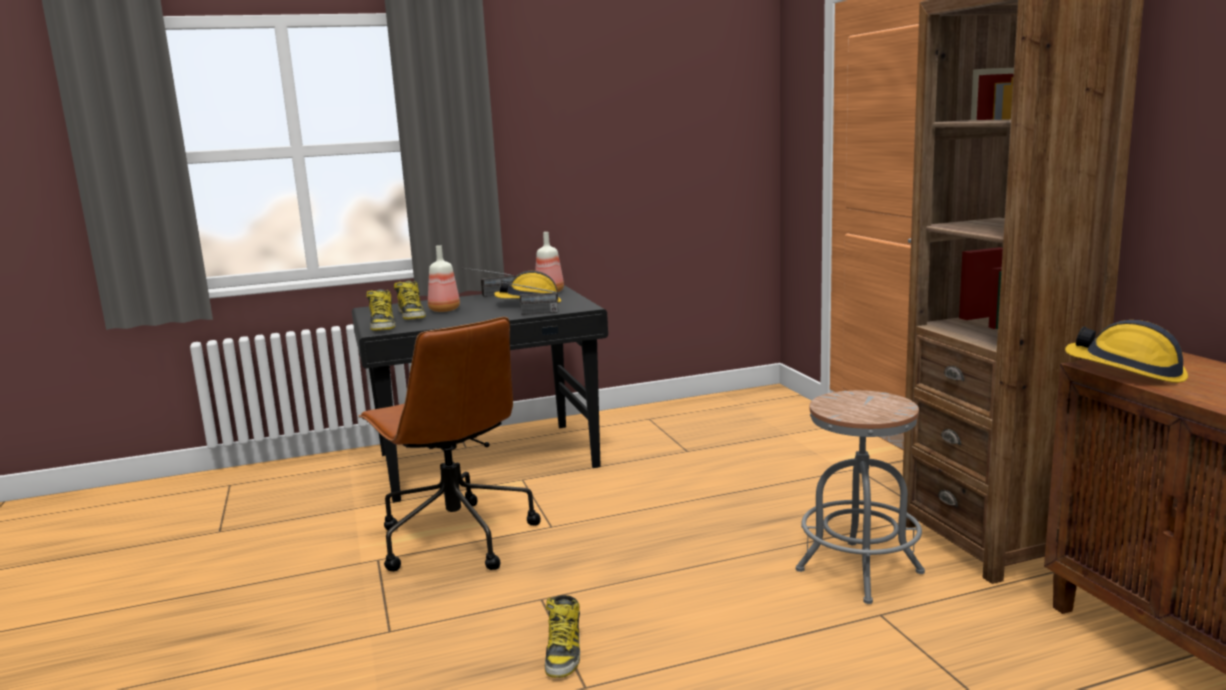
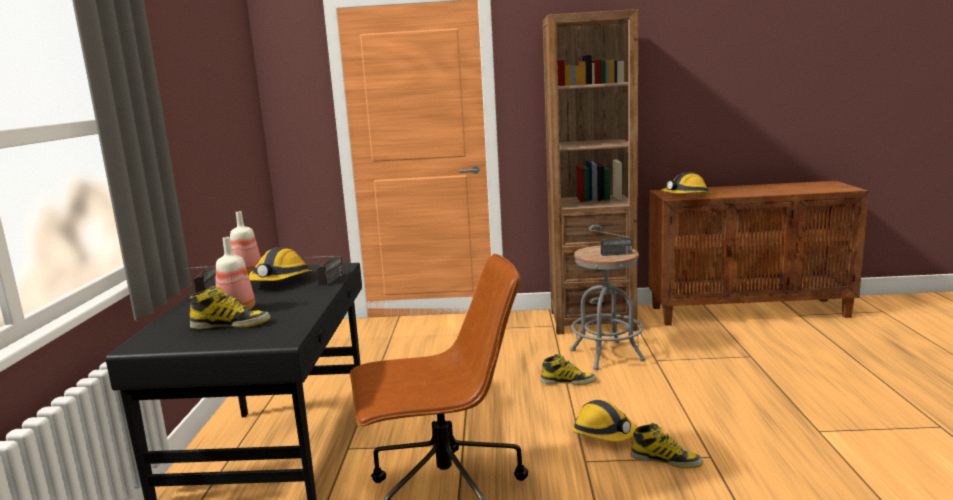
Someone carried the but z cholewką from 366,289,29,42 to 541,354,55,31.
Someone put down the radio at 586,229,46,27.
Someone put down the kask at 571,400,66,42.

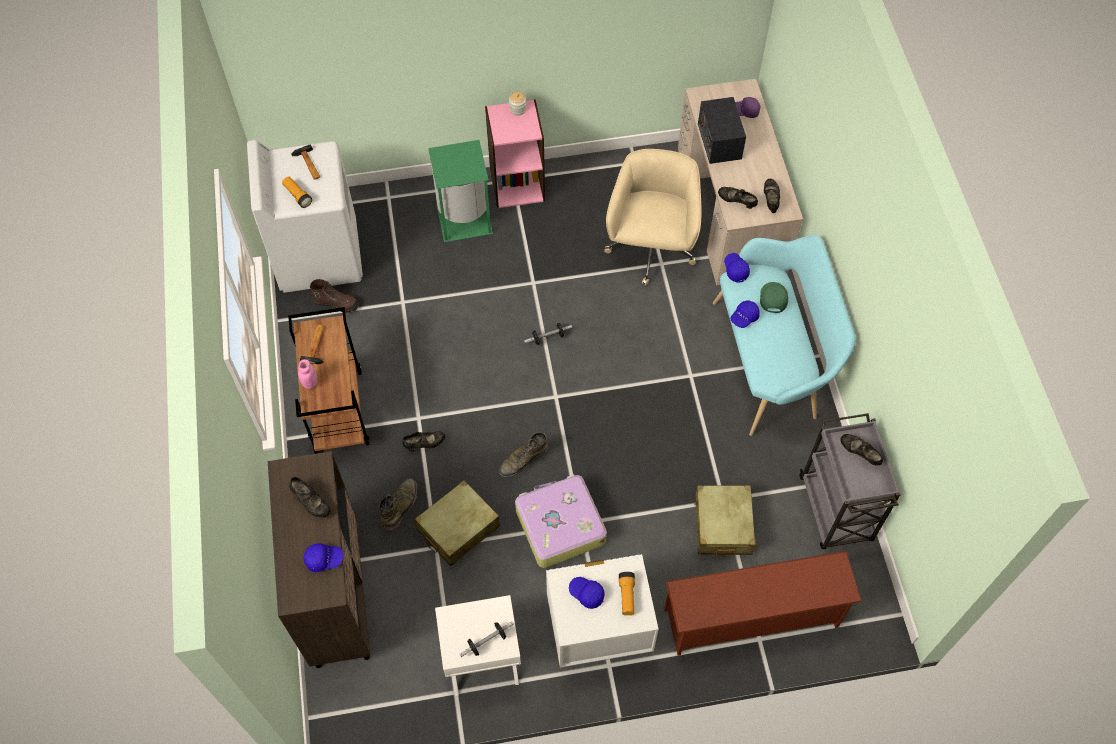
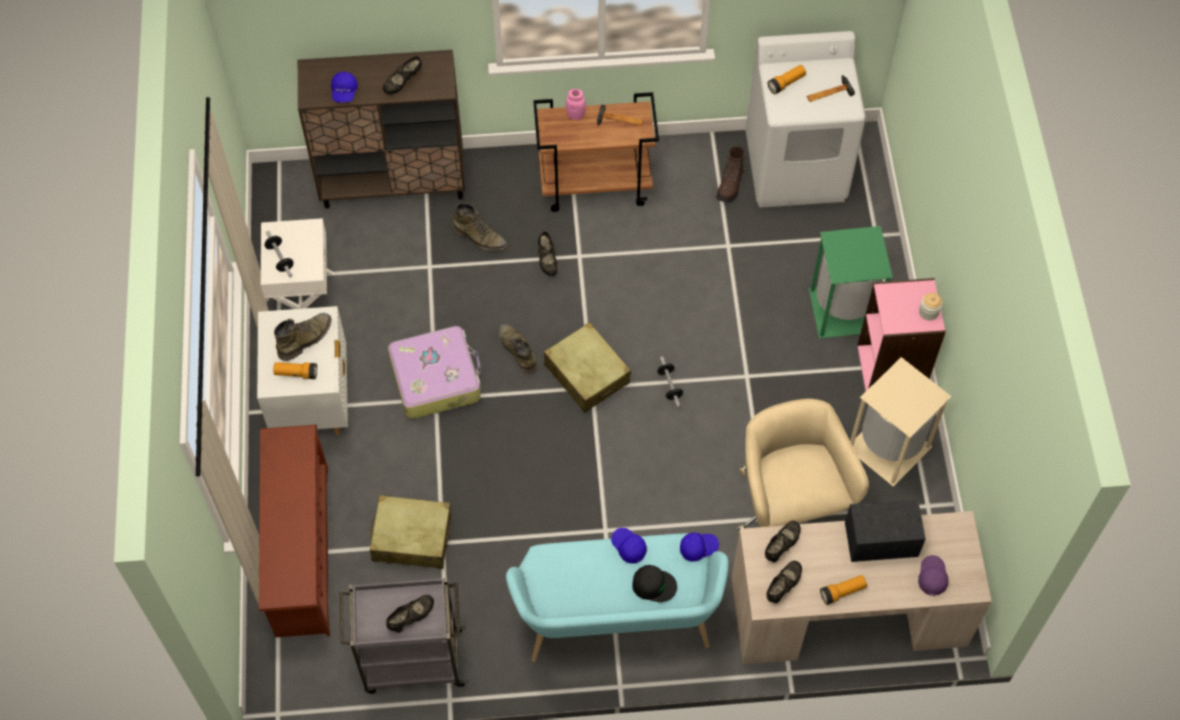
Someone rotated the krzesło biurowe/beżowy at 604,149,98,137 by 120 degrees counterclockwise.
Someone rotated the but/czarny at 764,179,16,34 by 60 degrees counterclockwise.
Someone repainted the czapka z daszkiem/zielony at 760,282,28,31, which became the czapka z daszkiem/czarny at 632,565,45,37.
Someone carried the walizka/beżowy from 415,480,85,86 to 544,322,87,91.
Someone swapped the czapka z daszkiem/niebieski at 569,577,36,32 for the but z cholewką/zielony at 274,313,58,48.
Someone put down the kosz na śmieci/beżowy at 850,357,101,130.
Someone put down the latarka at 820,575,47,30.

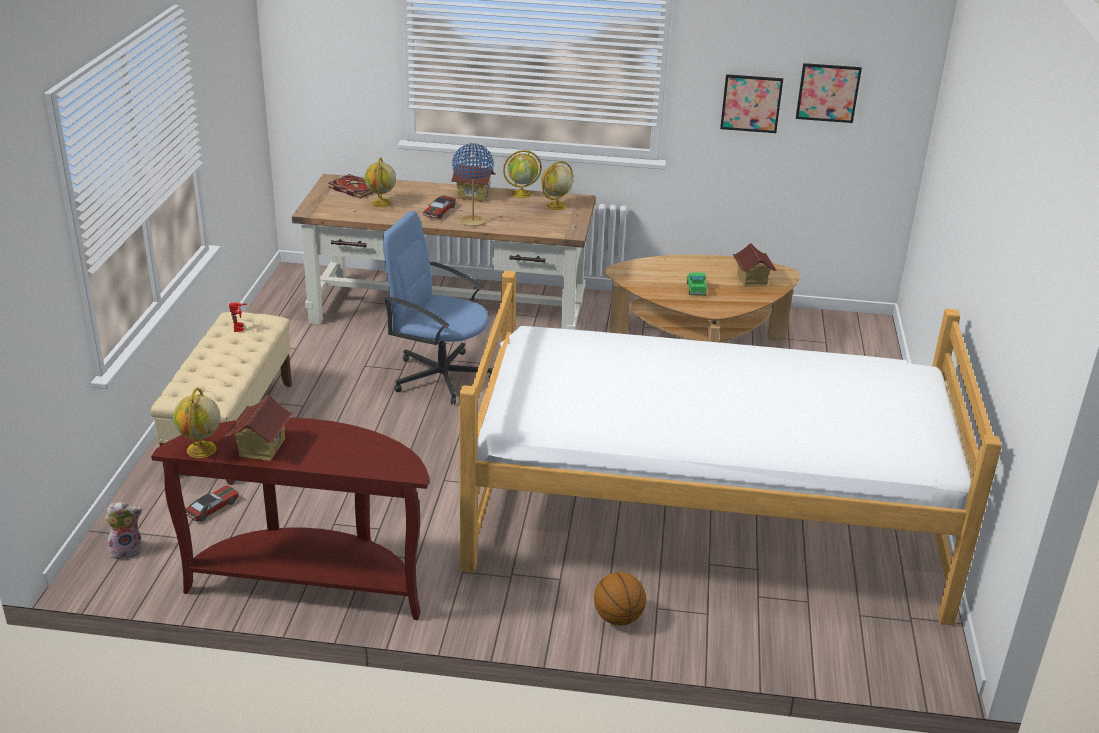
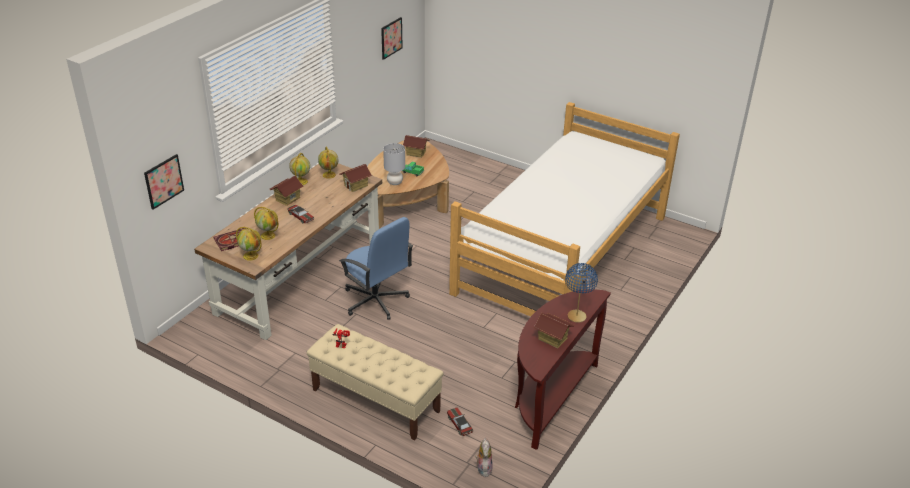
Someone carried the obraz from 720,74,63,59 to 144,154,40,56.
Someone carried the lampa stołowa/niebieski from 452,143,42,84 to 565,263,33,60.
Someone rotated the krzesło biurowe/niebieski at 383,211,110,194 by 90 degrees counterclockwise.
Someone carried the globus from 173,387,48,71 to 236,227,26,34.
Someone took away the piłka do koszykówki at 594,572,52,54.
Someone put down the lampa stołowa/szary at 383,143,22,42.
Someone put down the domek at 339,164,33,28.

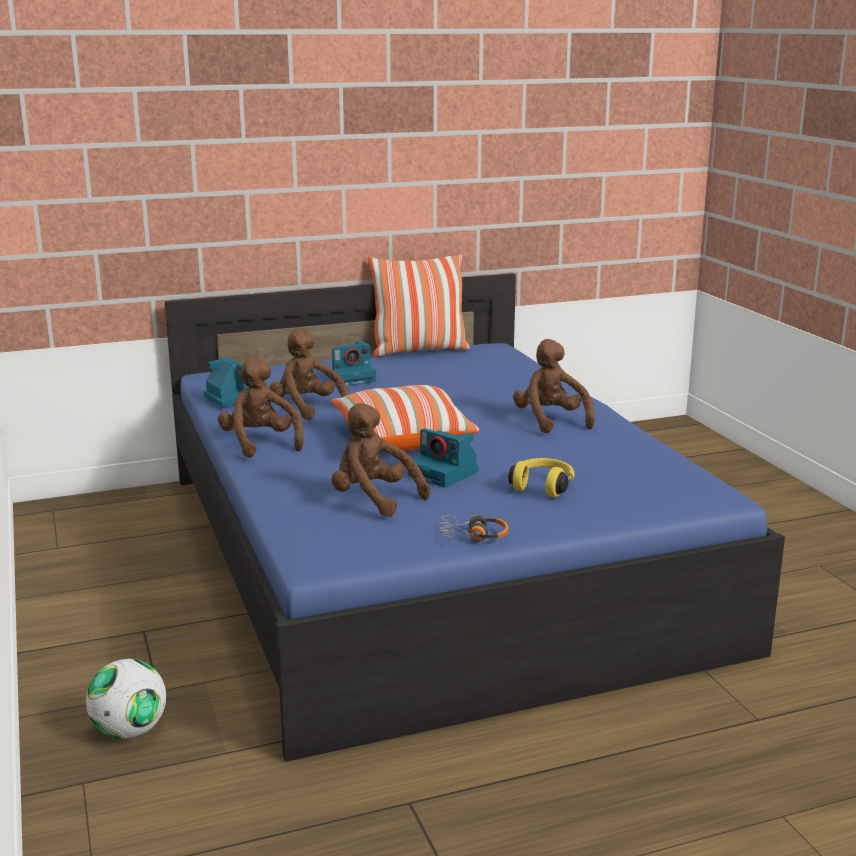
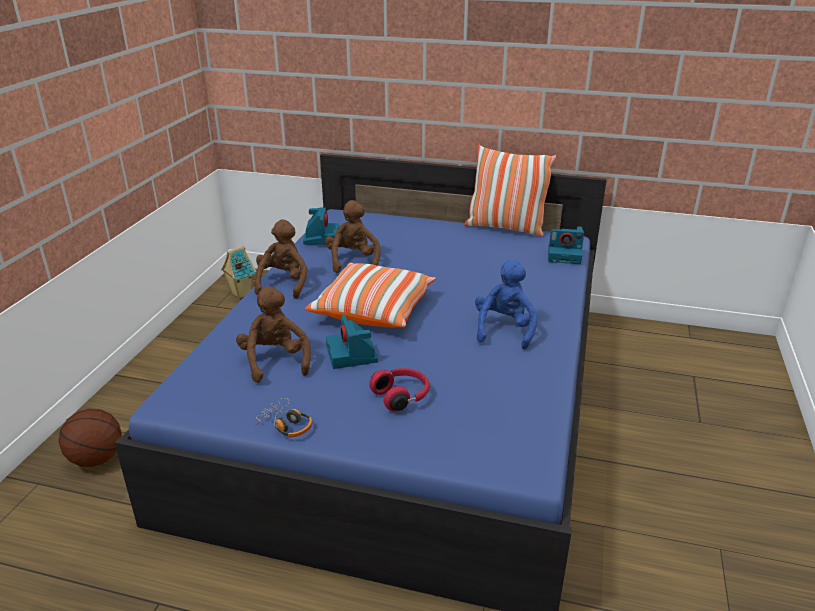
Someone repainted the pluszak/brązowy at 513,339,82,95, which became the pluszak/niebieski at 475,259,63,91.
Someone carried the aparat fotograficzny from 325,341,51,45 to 548,226,36,38.
Someone repainted the słuchawki/żółty at 508,458,67,39, which became the słuchawki/czerwony at 369,368,61,44.
Someone swapped the piłka futbolowa at 86,659,80,80 for the piłka do koszykówki at 58,409,64,58.
Someone put down the domek at 221,246,35,53.

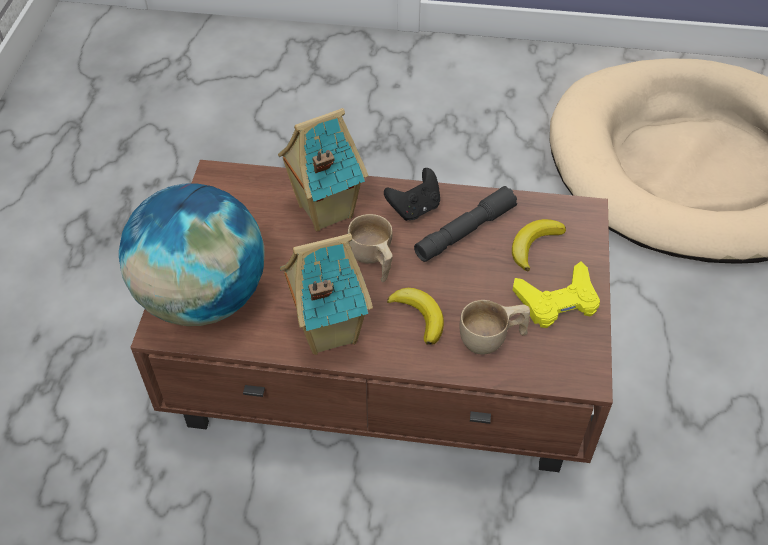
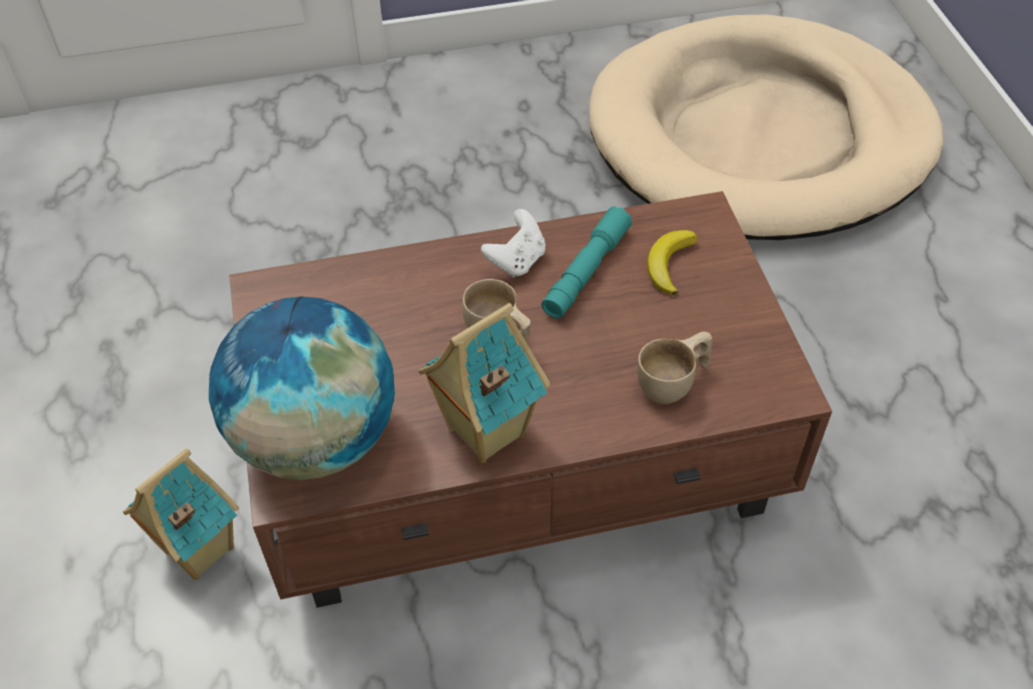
Someone carried the domek from 278,108,90,123 to 123,448,116,132.
Someone repainted the pad do gier/czarny at 384,168,56,53, which became the pad do gier/biały at 481,209,65,69.
Someone repainted the latarka/szary at 414,186,103,76, which became the latarka/turkusowy at 542,206,90,112.
Someone took away the pad do gier/żółty at 513,262,87,66.
Someone took away the banan at 387,288,57,57.

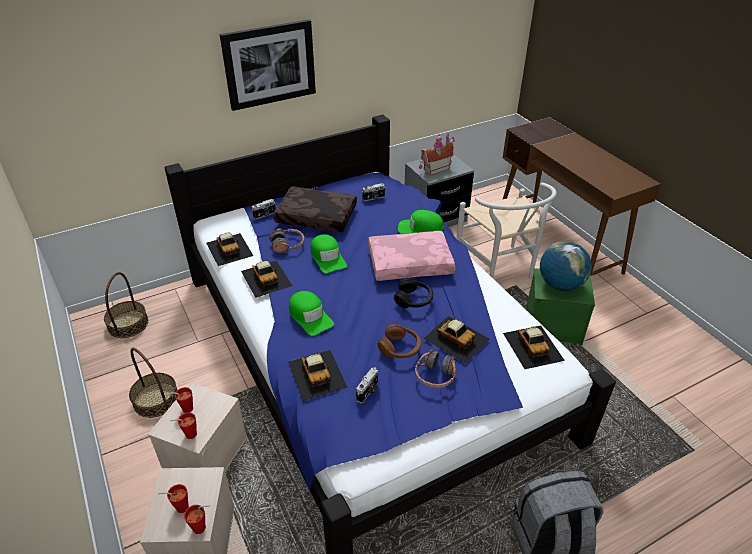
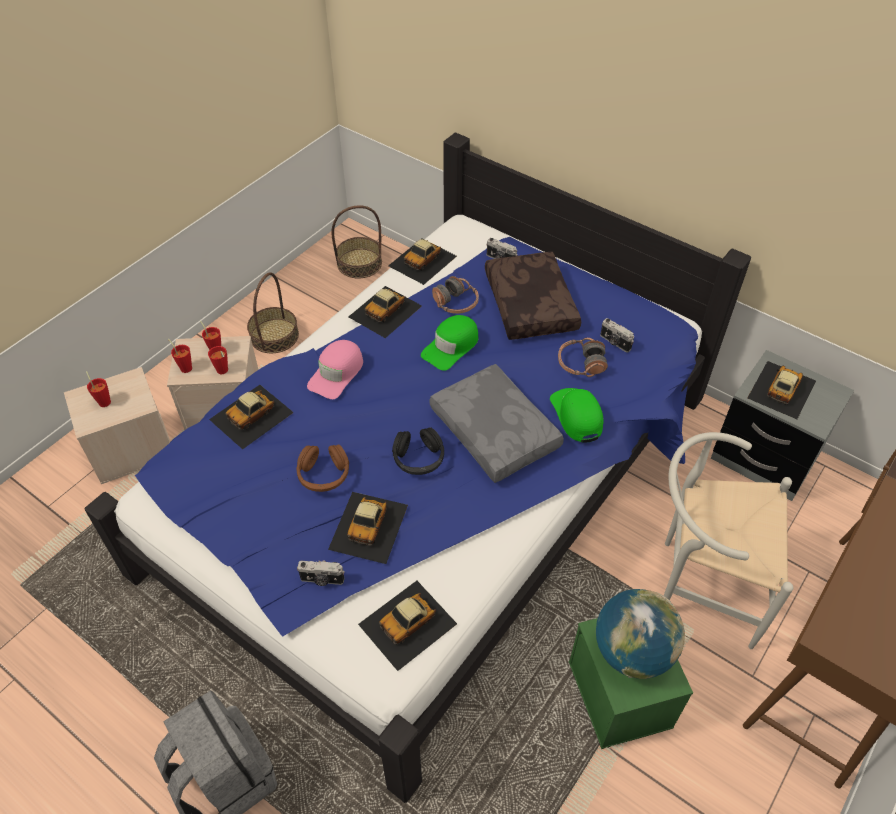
Someone took away the obraz at 220,19,96,92.
Someone swapped the domek at 419,133,36,42 for the samochodzik at 747,361,69,58.
Someone rotated the krzesło/biały at 457,183,100,96 by 60 degrees clockwise.
Someone repainted the poduszka/różowy at 368,231,88,50, which became the poduszka/szary at 429,364,135,119.
Someone repainted the czapka z daszkiem/zielony at 289,291,45,45, which became the czapka z daszkiem/różowy at 307,340,56,59.
Someone carried the słuchawki from 415,349,41,39 to 558,338,50,39.
Someone carried the aparat fotograficzny from 356,367,22,36 to 297,560,47,26.
Someone carried the filiżanka/czerwony from 184,505,26,29 to 208,346,20,28.

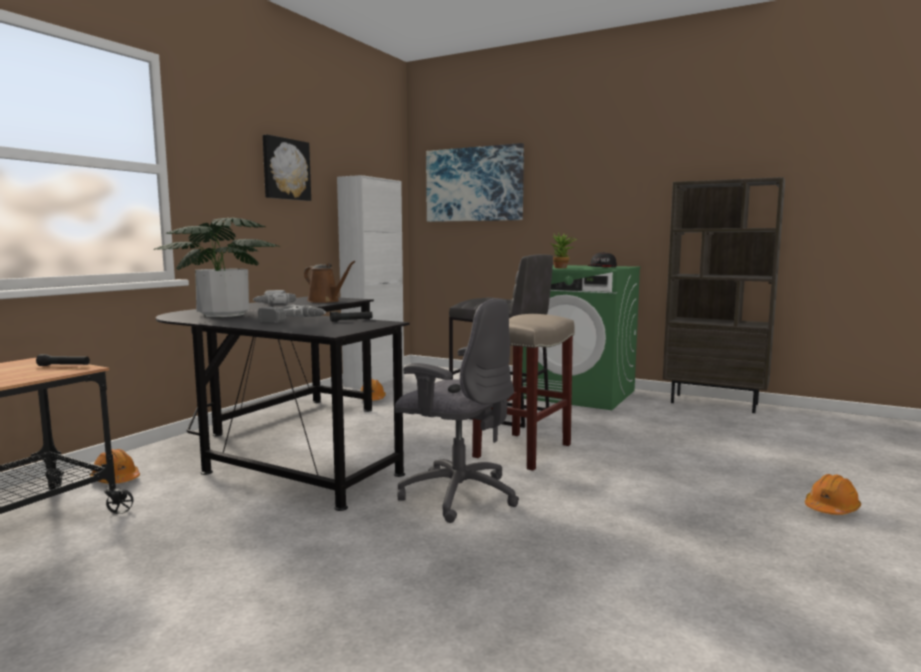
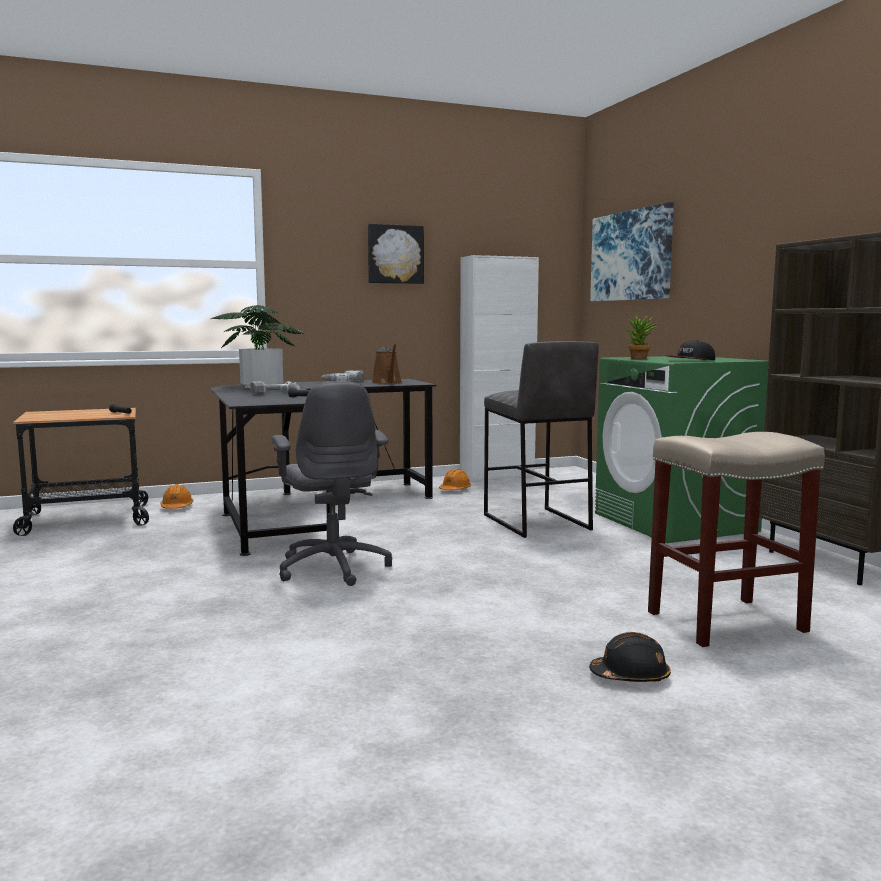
Someone carried the stołek/beżowy from 472,314,103,157 to 648,432,177,215.
Someone repainted the kask/pomarańczowy at 805,474,56,41, which became the kask/czarny at 589,632,82,50.

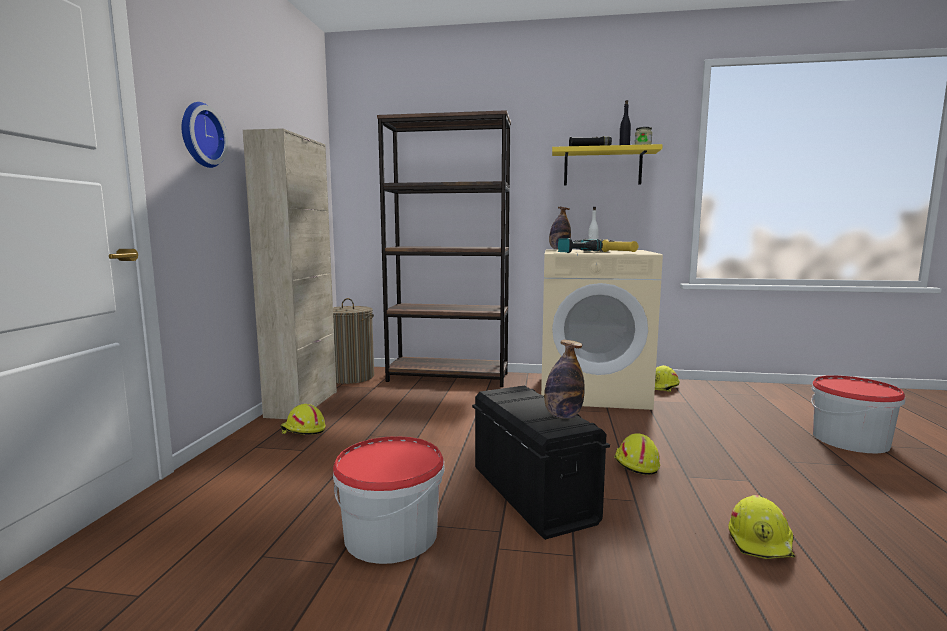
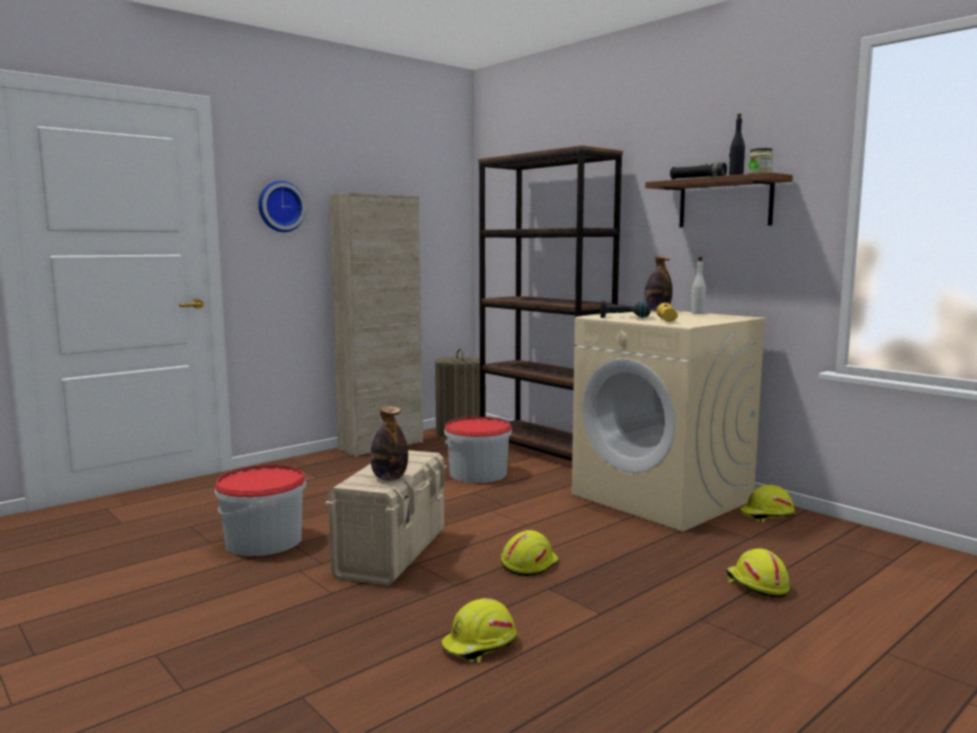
Someone repainted the półka/żółty at 552,144,111,42, which became the półka/brązowy at 645,172,148,55.
Someone carried the wiadro from 811,375,94,78 to 444,417,68,66.
Someone repainted the pojemnik do przechowywania/czarny at 472,386,138,154, which became the pojemnik do przechowywania/beżowy at 325,450,122,136.
Someone carried the kask/żółty from 280,404,46,31 to 726,548,64,50.

